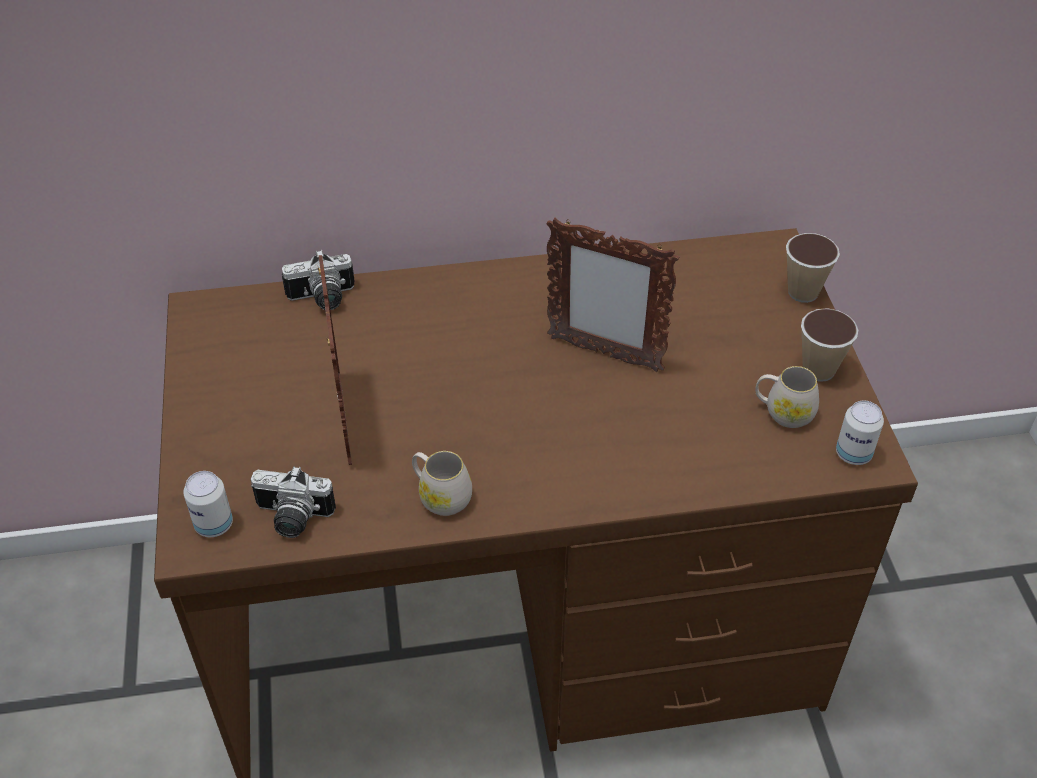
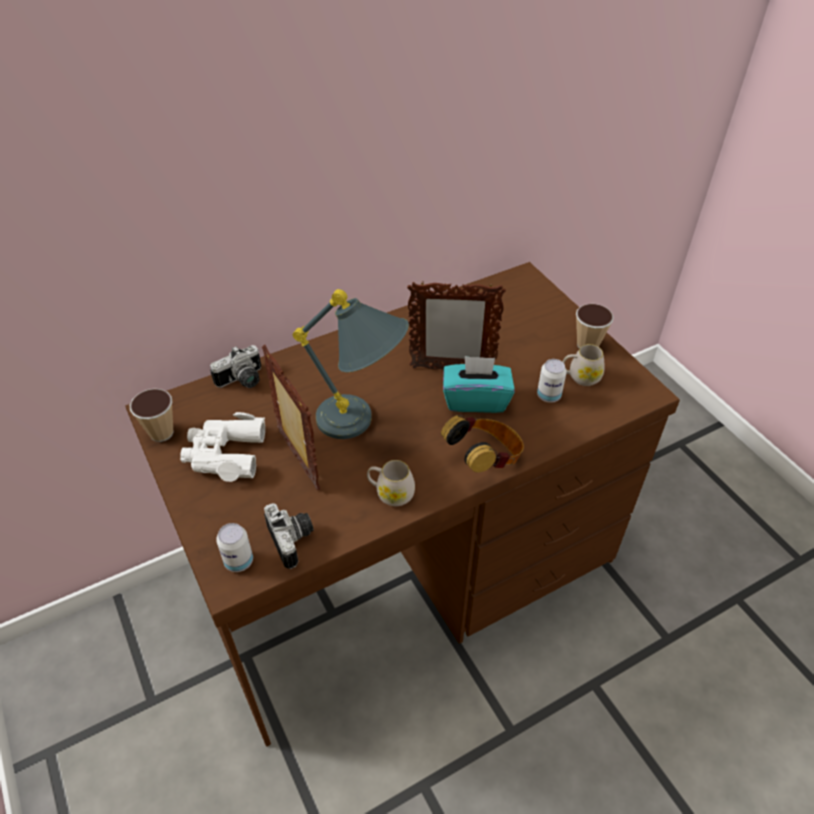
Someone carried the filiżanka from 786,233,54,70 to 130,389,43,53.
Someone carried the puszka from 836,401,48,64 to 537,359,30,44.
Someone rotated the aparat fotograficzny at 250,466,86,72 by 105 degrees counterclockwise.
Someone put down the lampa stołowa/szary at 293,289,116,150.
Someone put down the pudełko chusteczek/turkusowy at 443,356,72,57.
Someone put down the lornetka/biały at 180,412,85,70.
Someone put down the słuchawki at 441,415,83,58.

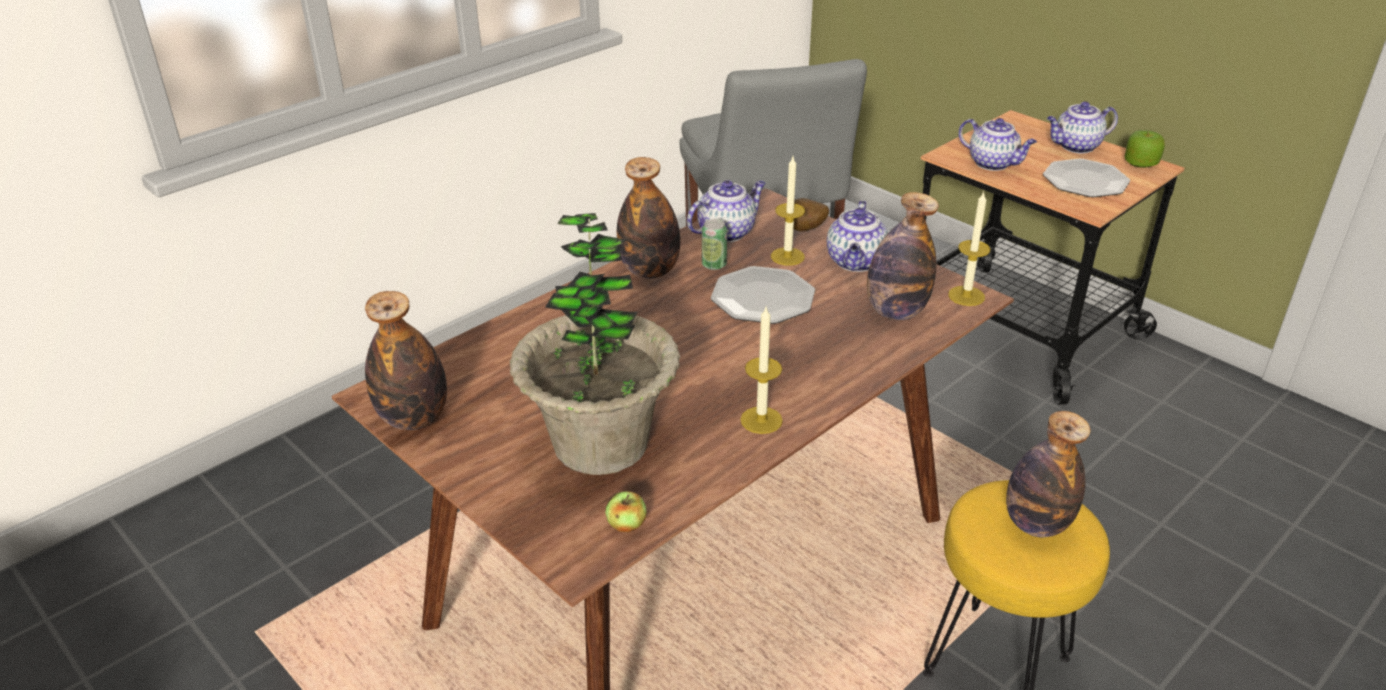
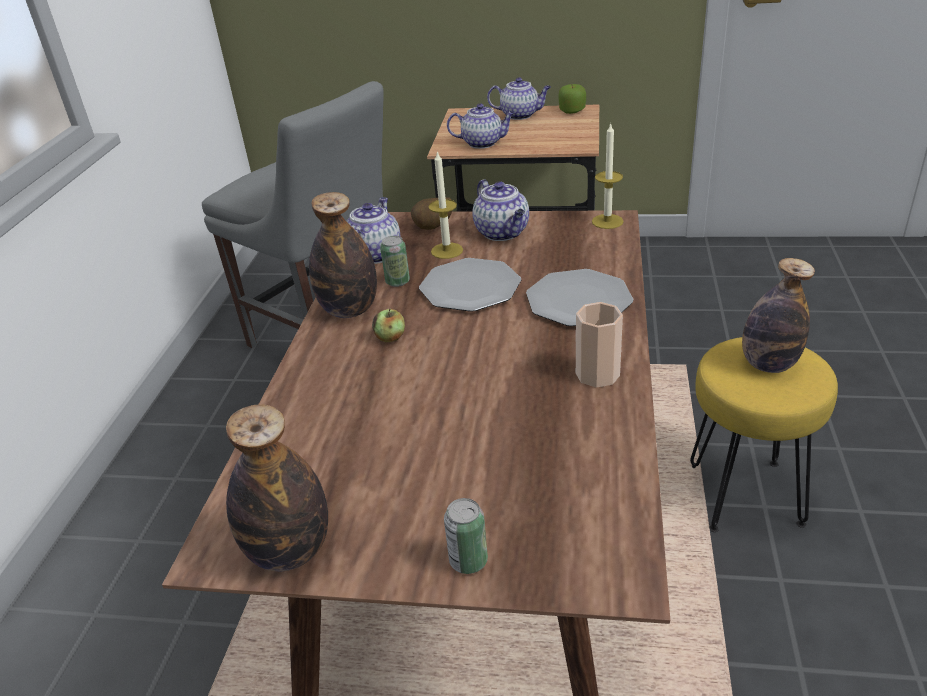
Someone rotated the imbryk at 1047,102,71,52 by 120 degrees counterclockwise.
Someone carried the talerz from 1043,158,87,39 to 526,269,107,57.
Someone took away the butelka at 867,192,72,128.
Someone took away the roślina doniczkowa at 510,213,170,262.
Someone swapped the świeca at 740,307,43,127 for the filiżanka at 576,302,47,86.
Someone carried the jabłko from 605,491,42,41 to 372,308,33,34.
Someone put down the puszka at 444,498,44,76.

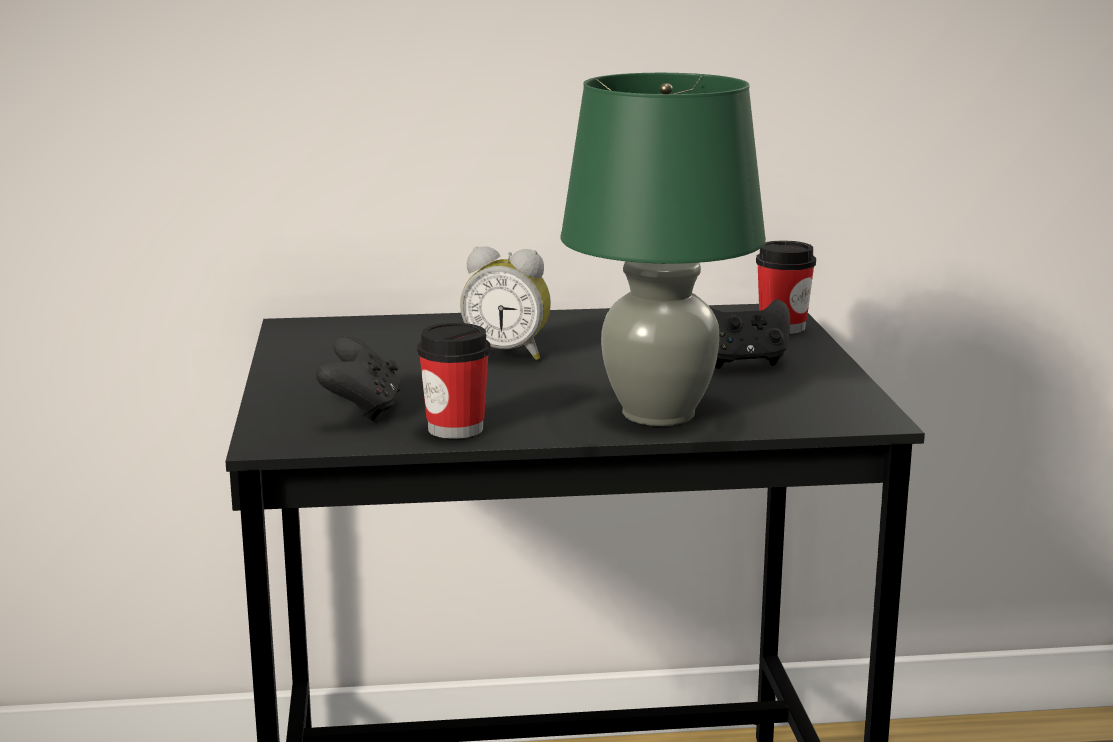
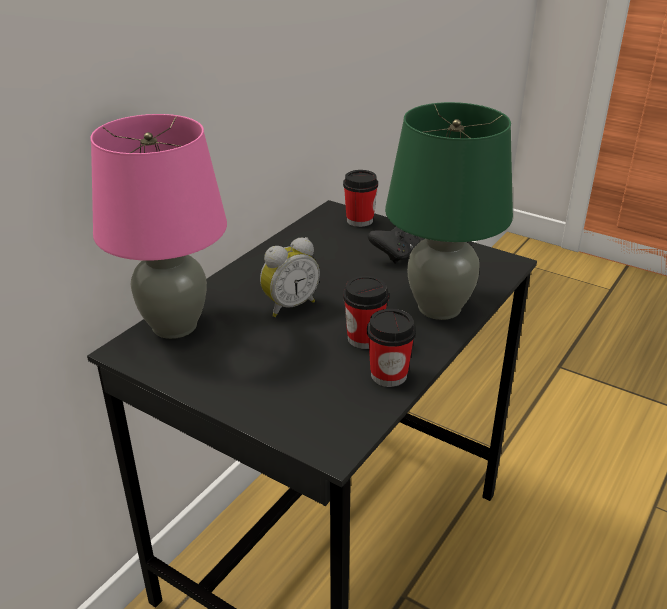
Someone took away the pad do gier/czarny at 316,336,85,86.
Someone put down the lampa stołowa/różowy at 90,114,137,225.
Someone put down the filiżanka at 343,276,46,73.

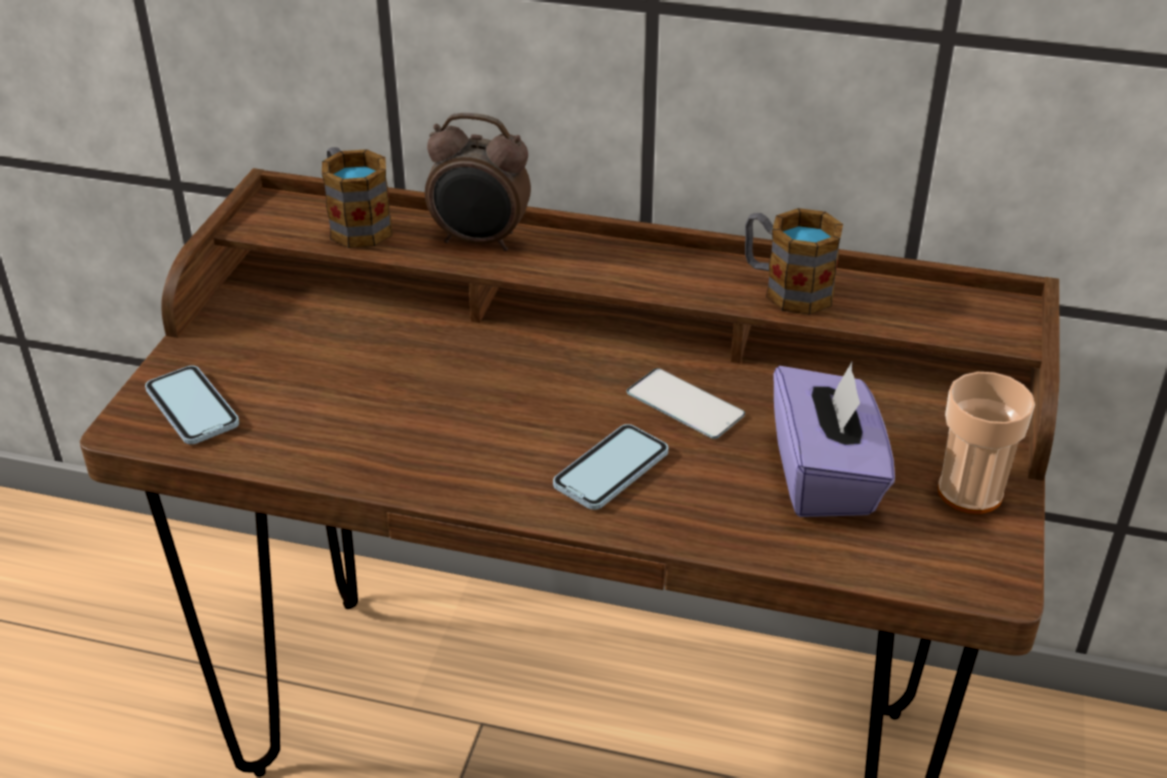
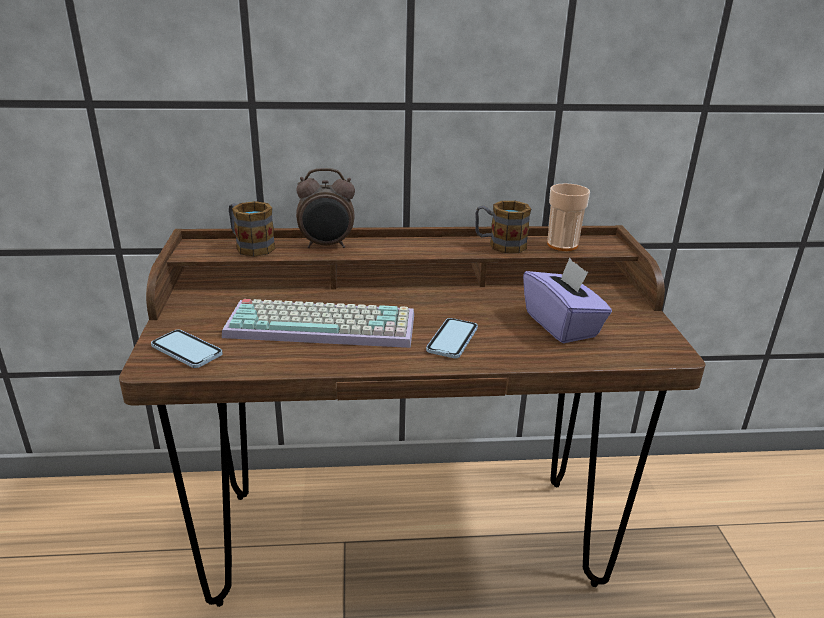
Someone took away the telefon at 627,368,118,71.
Someone carried the filiżanka from 938,372,97,142 to 547,183,43,68.
Someone put down the klawiatura at 222,299,192,49.

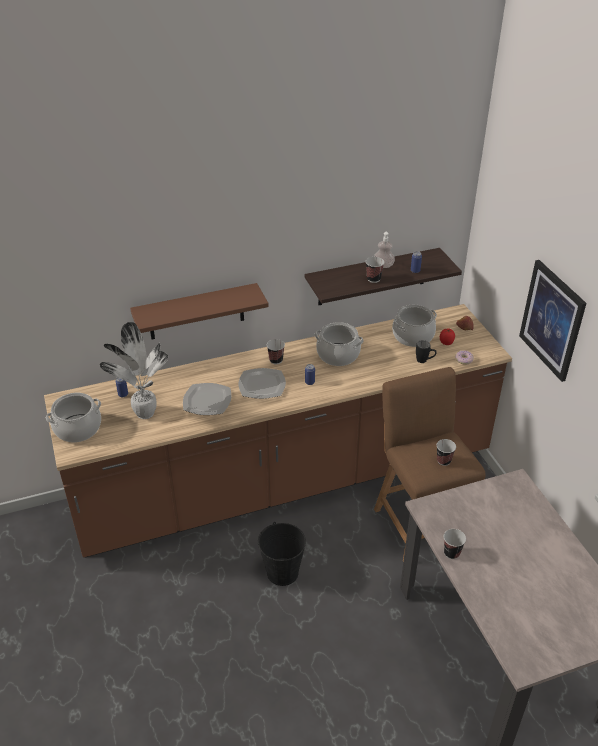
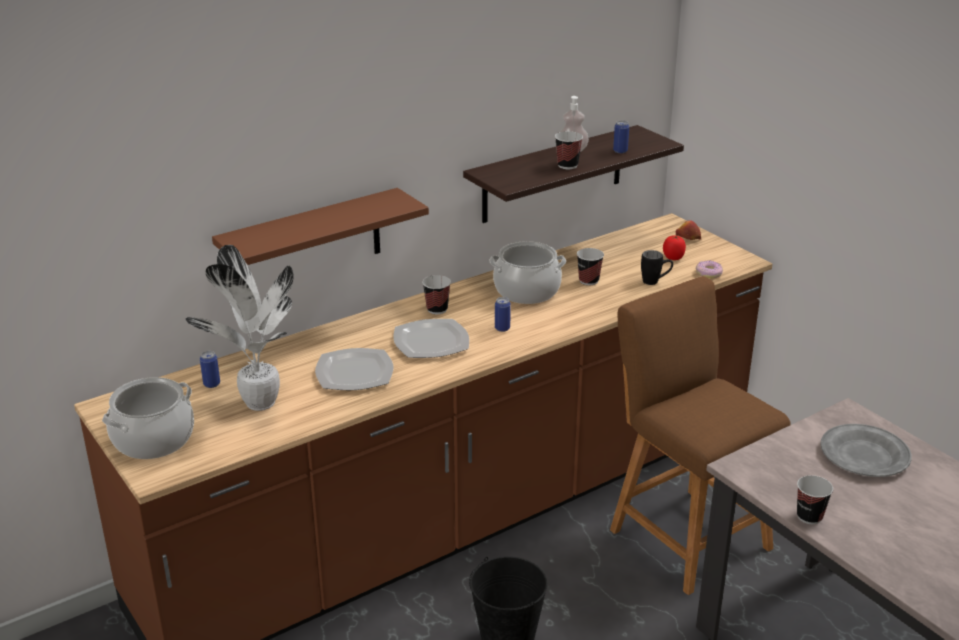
Someone took away the obraz at 519,260,67,122.
Someone took away the garnek at 392,305,45,42.
Someone carried the filiżanka from 437,439,19,27 to 577,248,27,37.
Someone put down the talerz/szary at 820,424,92,53.

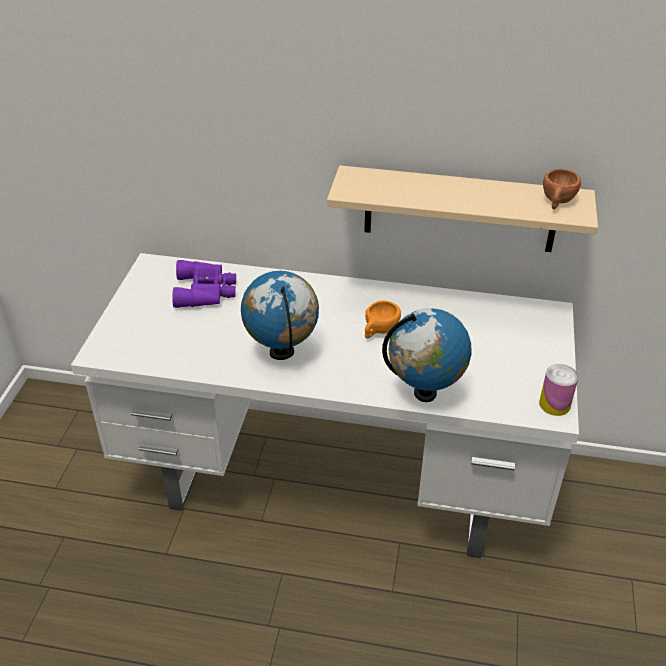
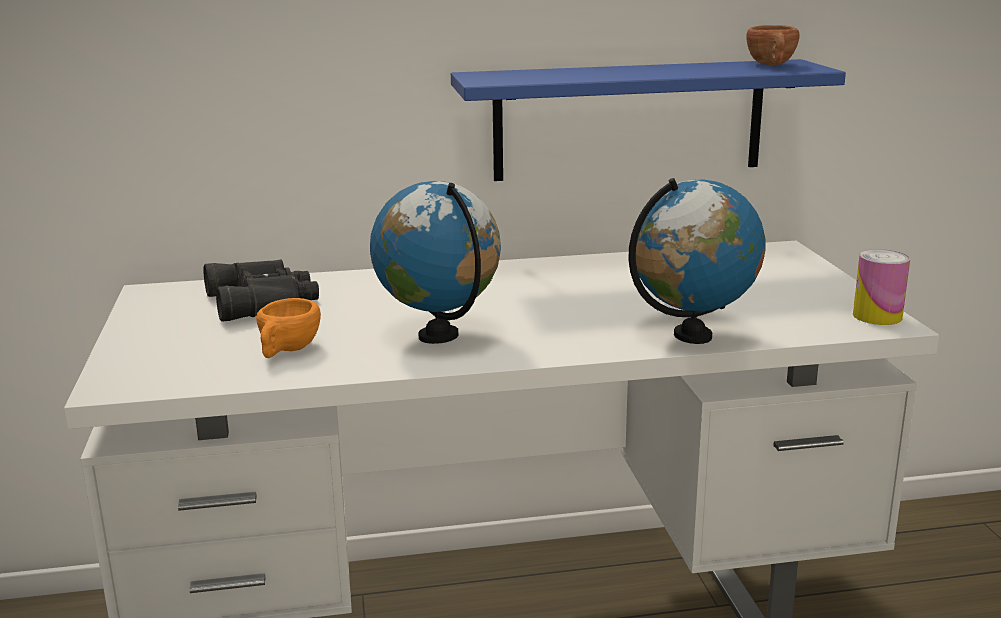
Someone repainted the półka/beżowy at 327,165,271,87, which became the półka/niebieski at 451,59,395,122.
Someone repainted the lornetka/fioletowy at 172,260,64,48, which became the lornetka/czarny at 203,259,116,63.
Someone carried the filiżanka/pomarańczowy from 365,300,36,39 to 256,298,65,60.

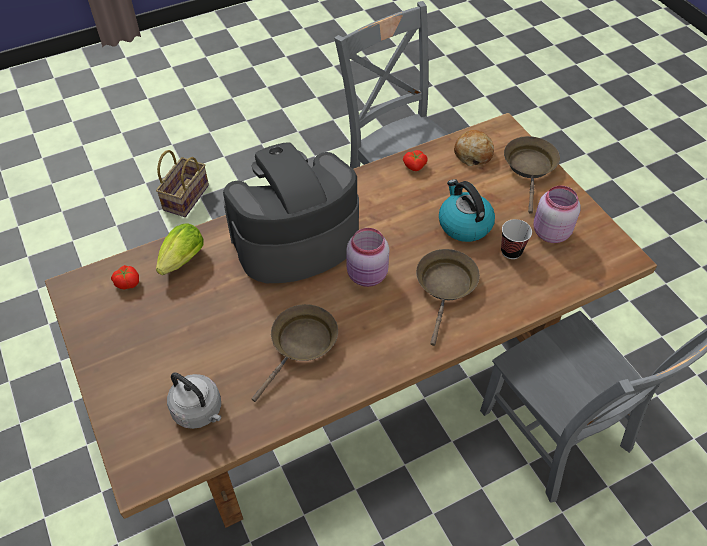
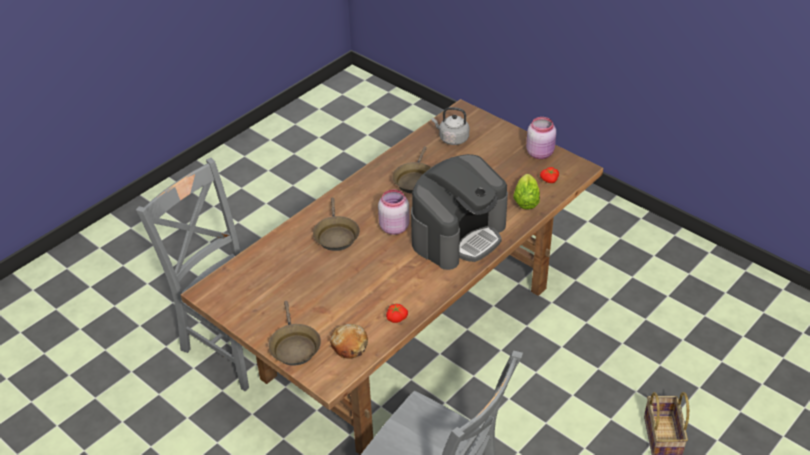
Someone took away the czajnik at 439,179,56,63.
Someone carried the słoik/różowy from 533,186,47,57 to 526,117,30,42.
Someone took away the filiżanka at 501,219,31,40.

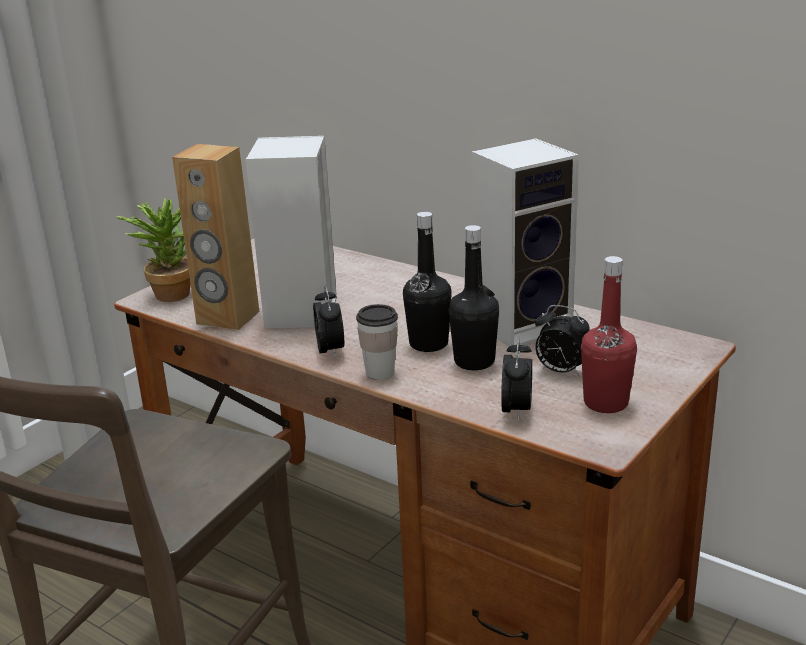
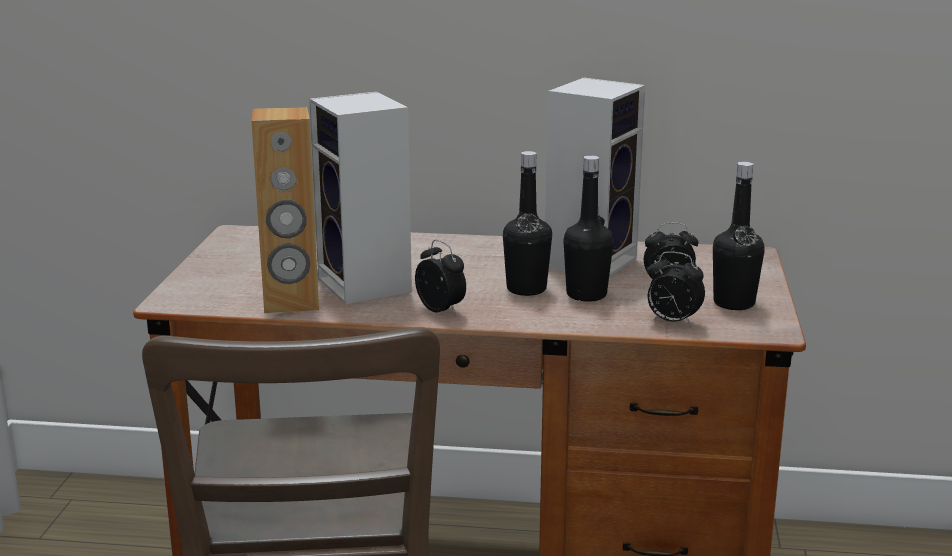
Someone took away the roślina doniczkowa at 116,197,75,105.
Someone repainted the butelka/czerwony at 581,256,56,157, which became the butelka/czarny at 713,162,52,148.
Someone took away the filiżanka at 356,304,42,76.
Someone rotated the budzik at 501,338,31,84 by 135 degrees clockwise.

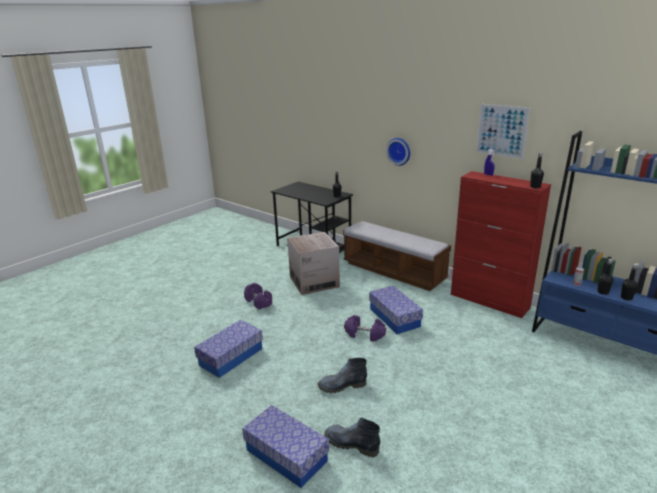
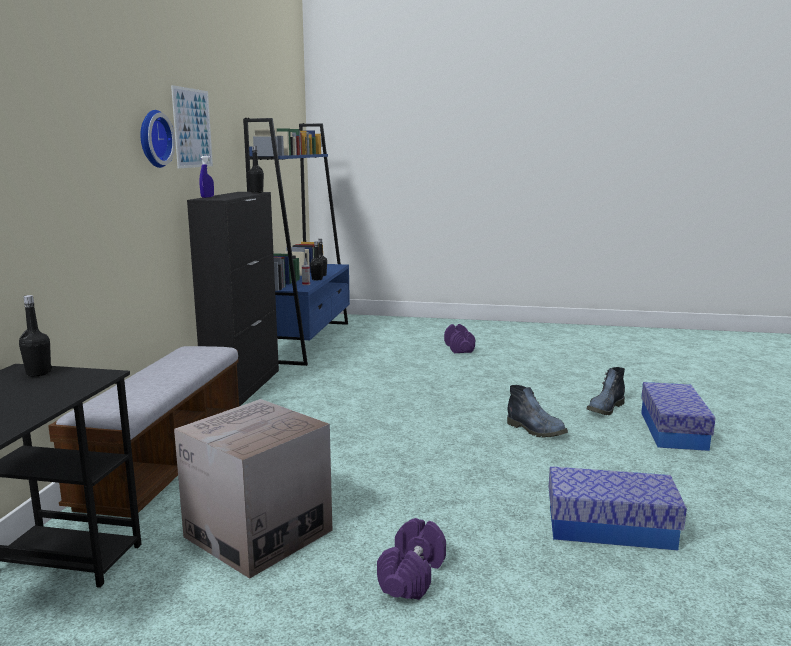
Someone carried the zegar ścienny from 386,138,24,28 to 140,110,35,58.
Someone repainted the szafka/czerwony at 451,171,100,147, which became the szafka/czarny at 187,192,92,214.
Someone took away the pojemnik do przechowywania at 369,286,54,48.
Someone carried the hantel/fioletowy from 344,315,42,27 to 444,324,31,29.
Someone rotated the but z cholewką at 324,418,56,39 by 45 degrees clockwise.

